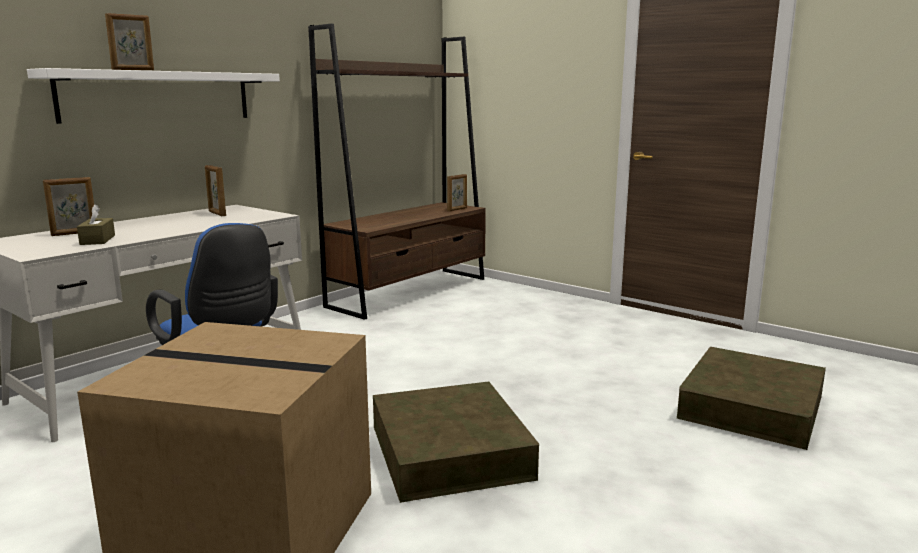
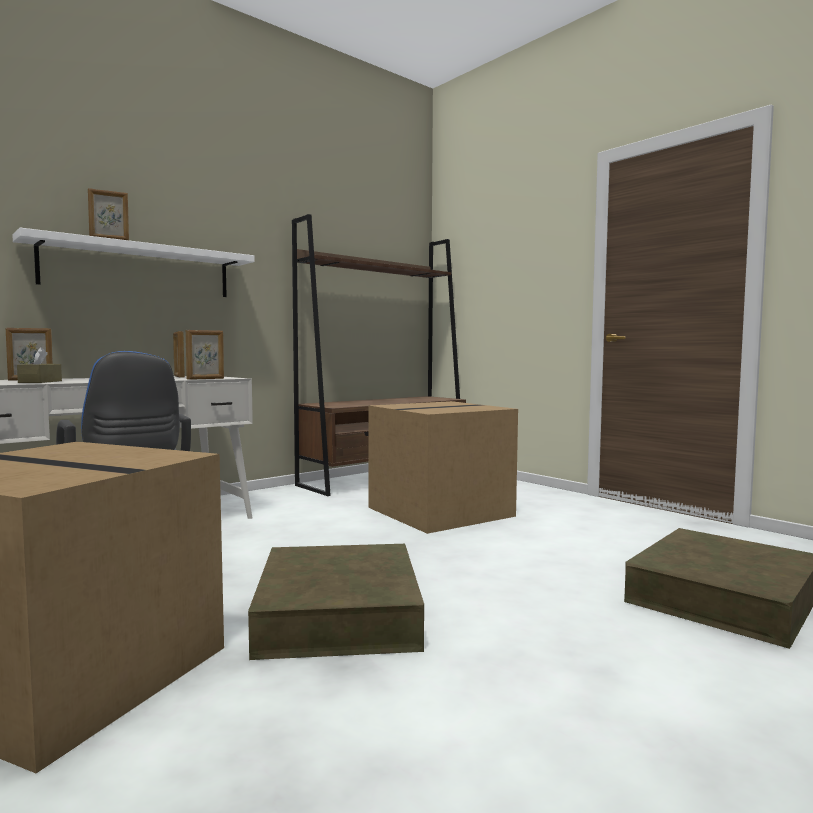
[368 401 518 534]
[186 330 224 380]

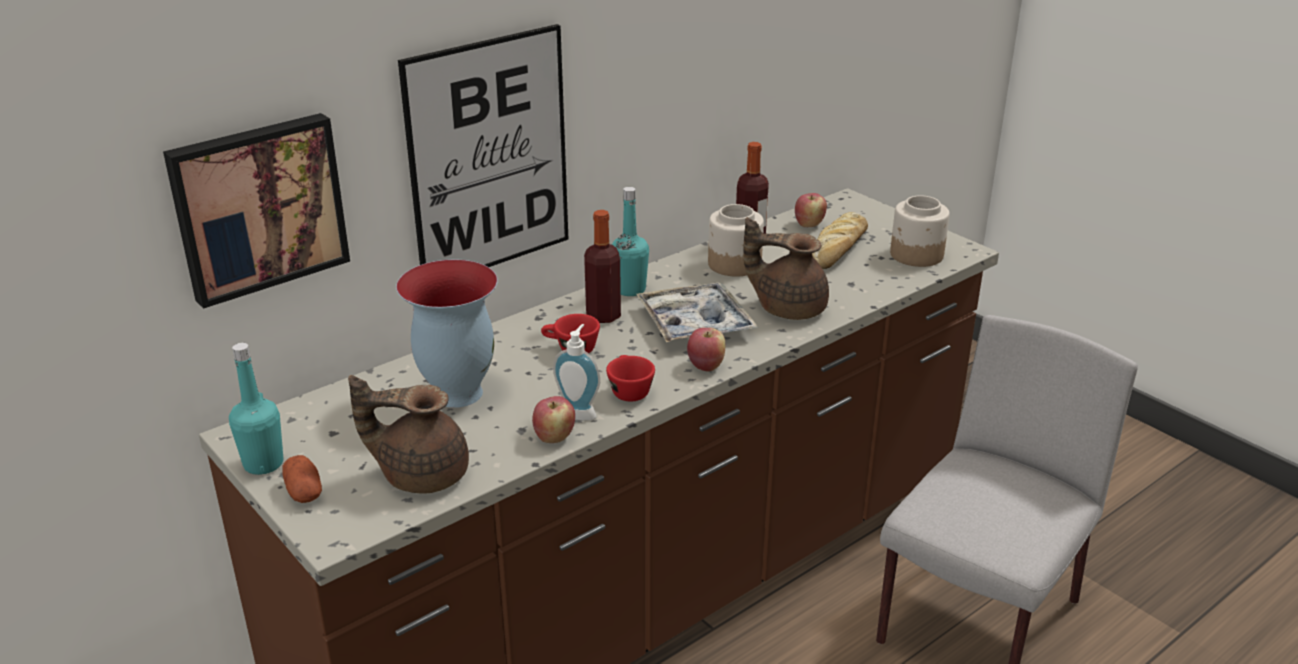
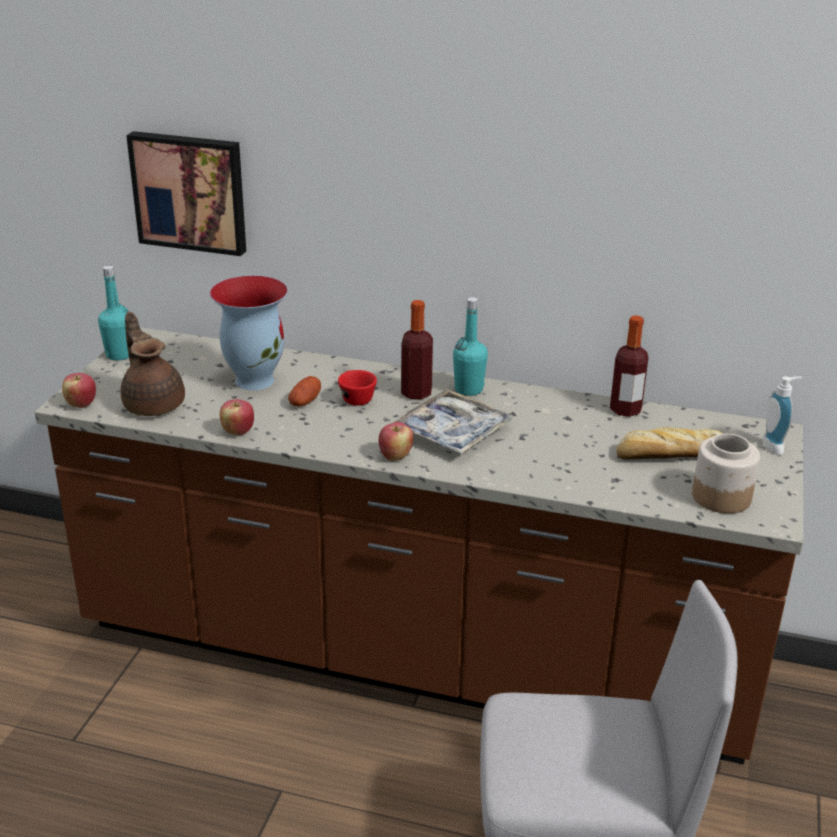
[398 24 568 267] (first image)
[606 355 655 402] (first image)
[708 204 764 277] (first image)
[743 217 829 320] (first image)
[288 376 321 406]
[762 376 802 455]
[62 373 96 408]

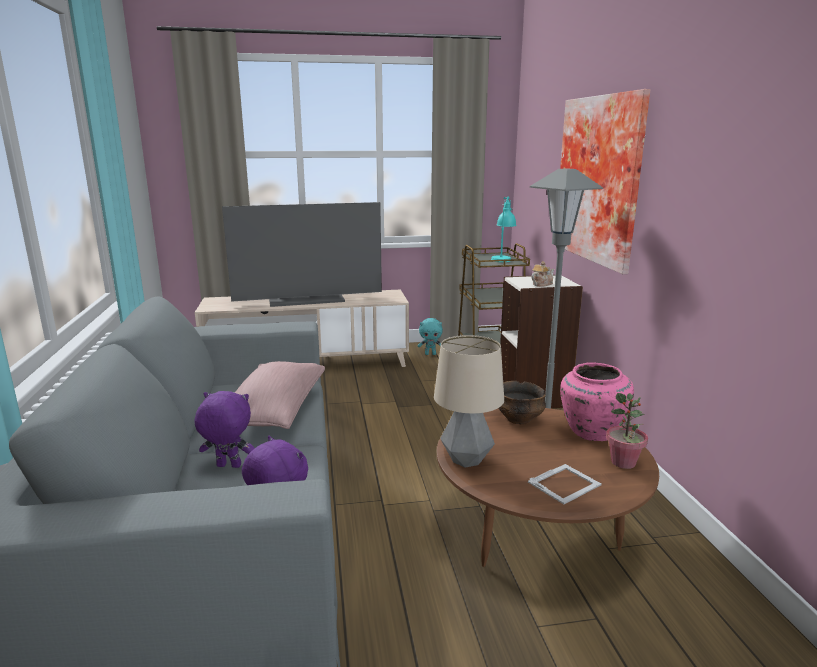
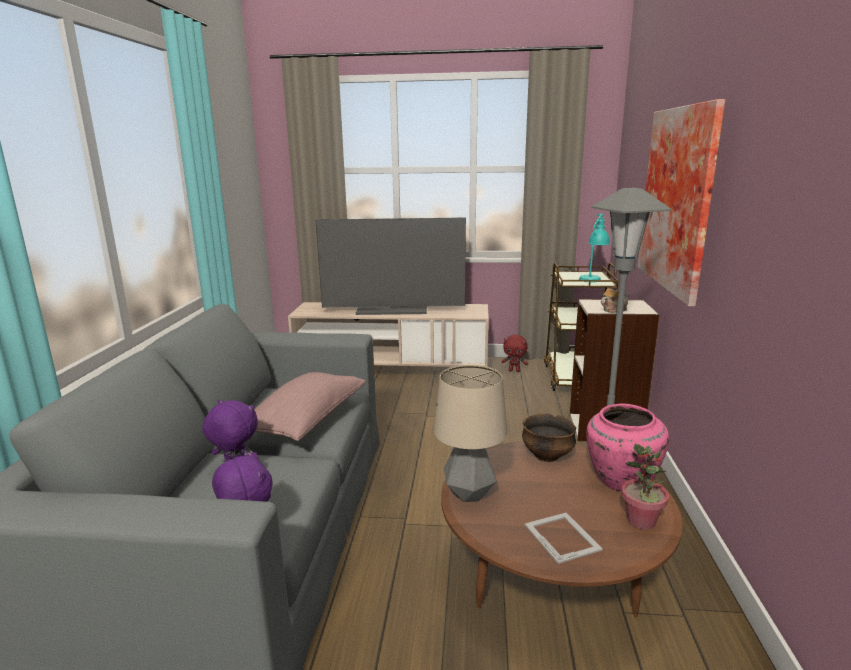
[501 335 528 372]
[525 513 603 564]

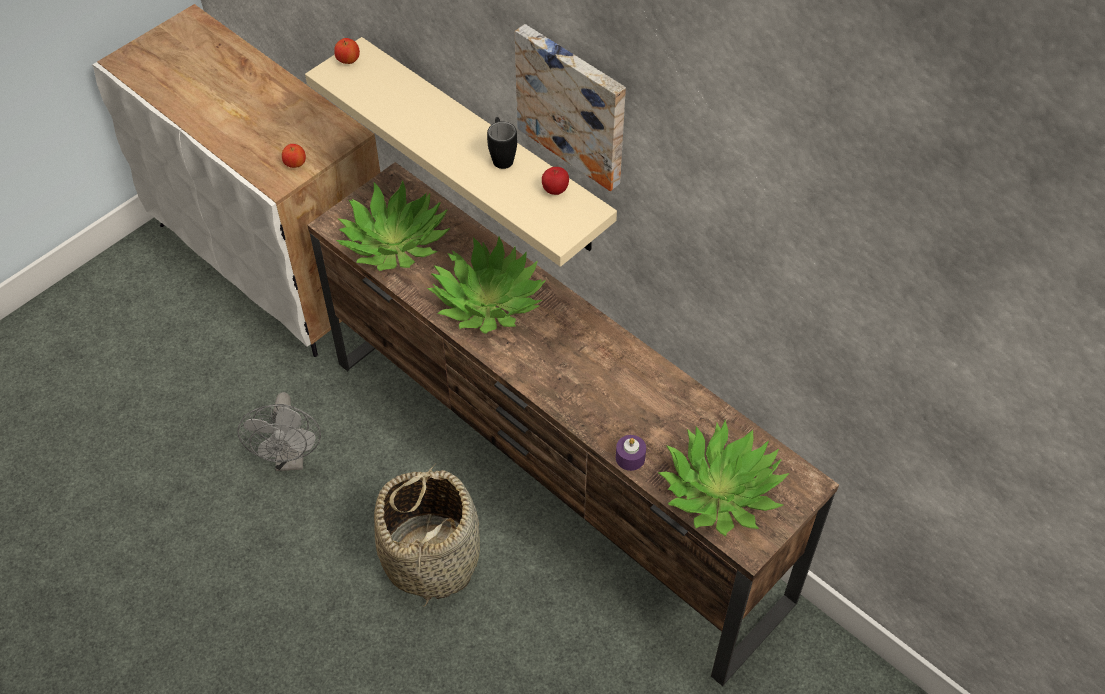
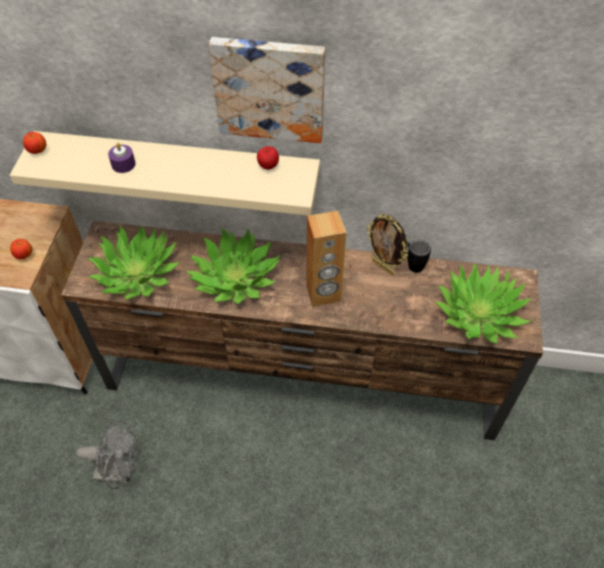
[374 462 480 607] (first image)
[306 211 347 307]
[367 215 408 276]
[407 240 431 273]
[108 143 136 173]
[76 420 138 489]

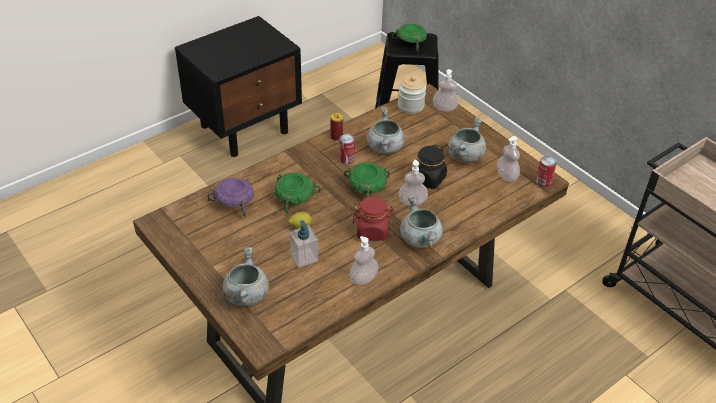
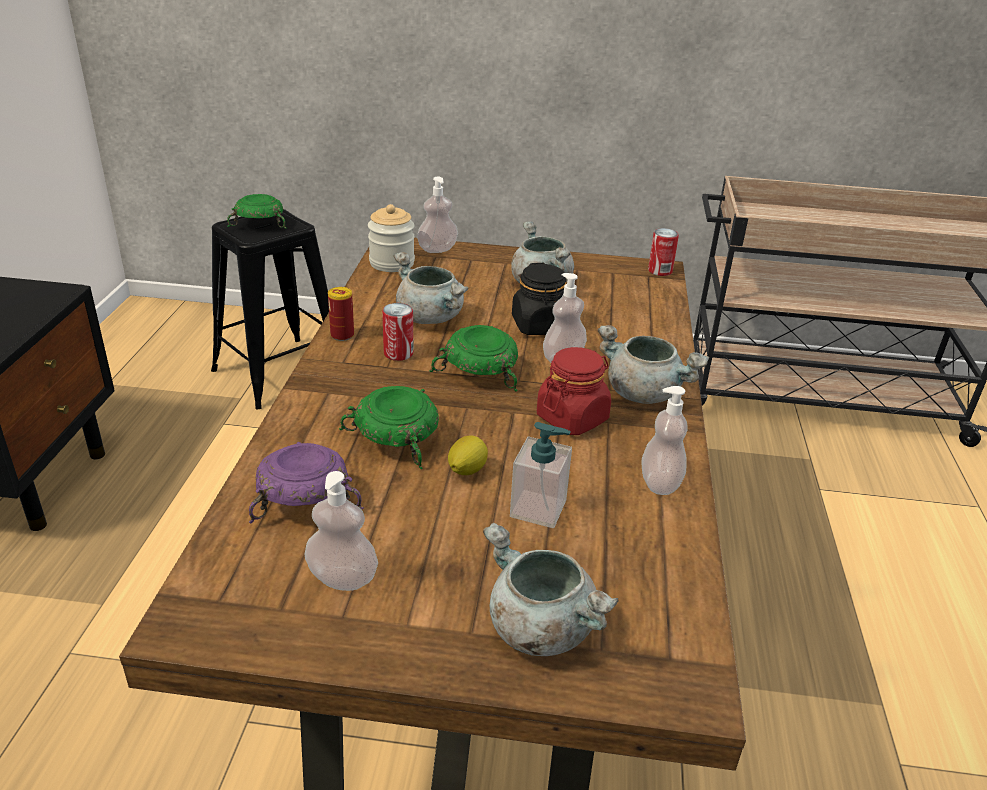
[305 471 378 591]

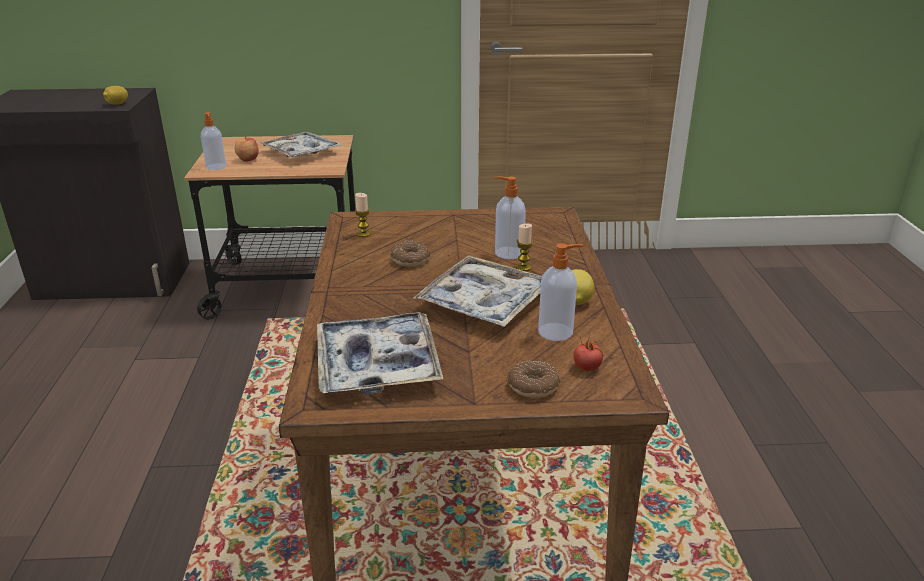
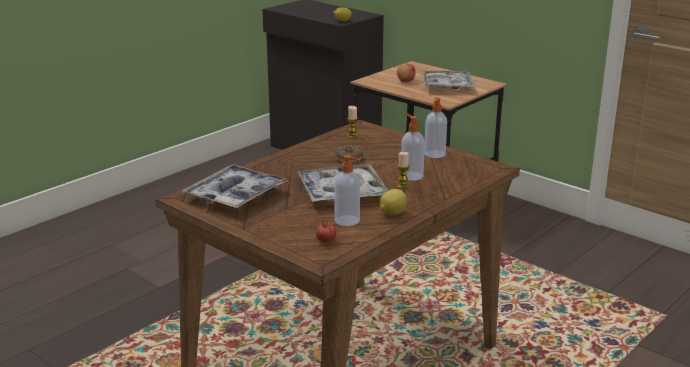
[507 361 560 398] (first image)
[424 97 447 158]

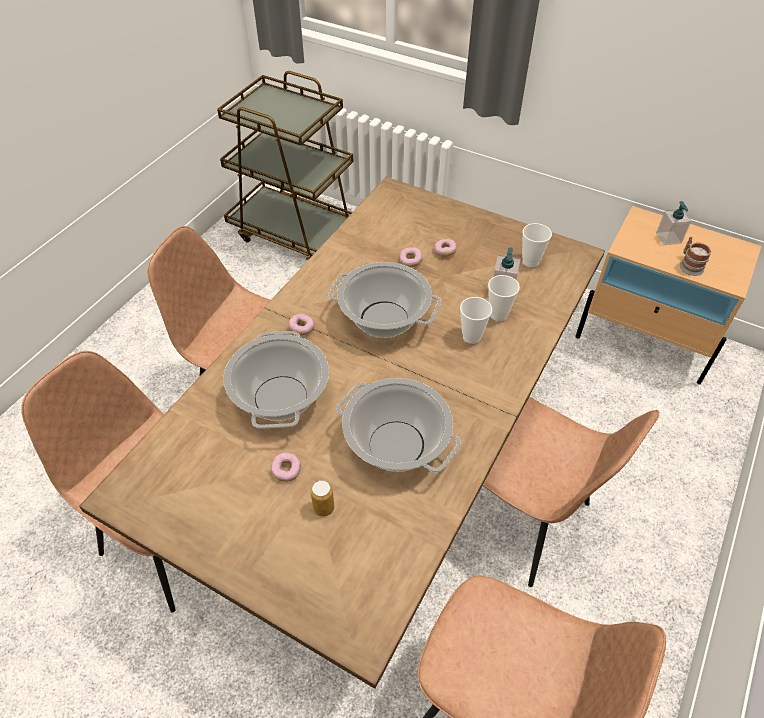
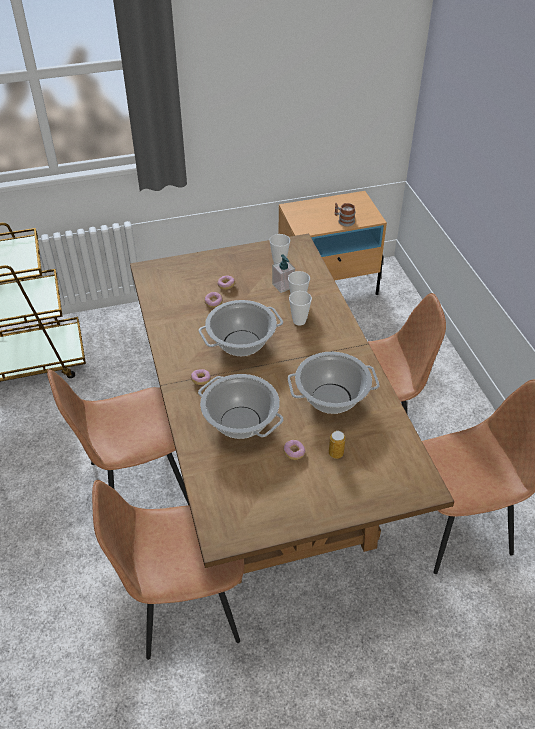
[656 201 691 245] (first image)

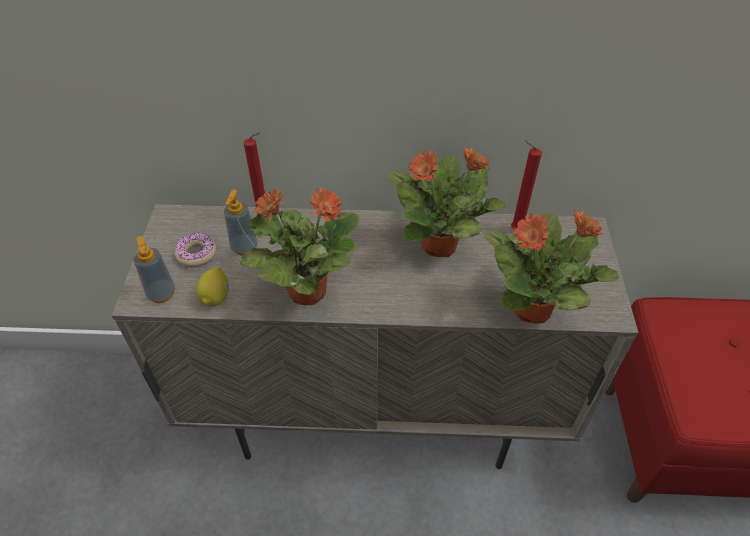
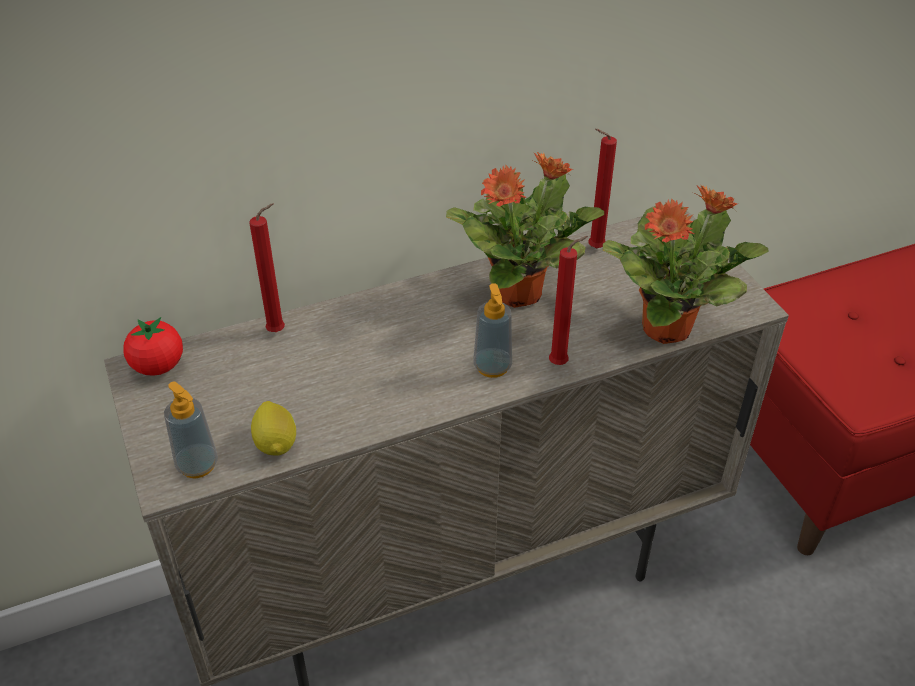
[175 233 216 267] (first image)
[240 187 360 305] (first image)
[123 317 183 376]
[549 236 588 365]
[473 283 512 378]

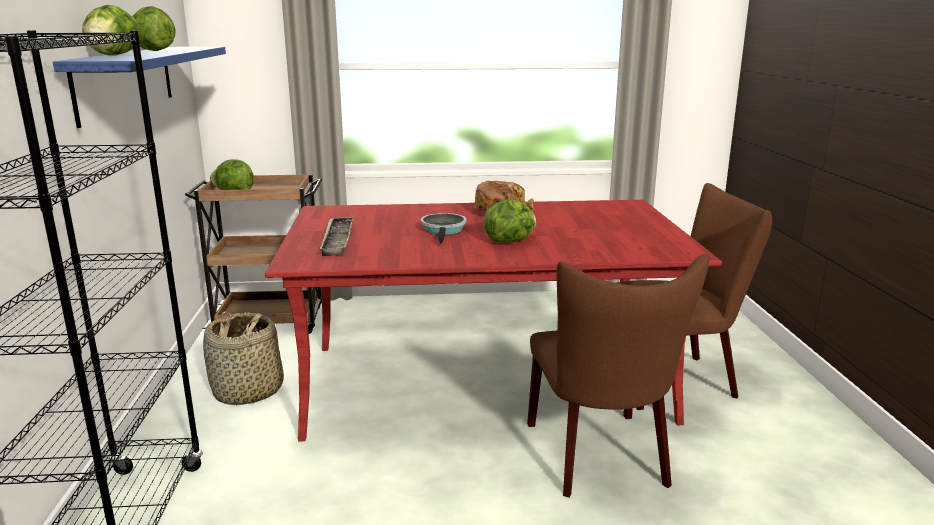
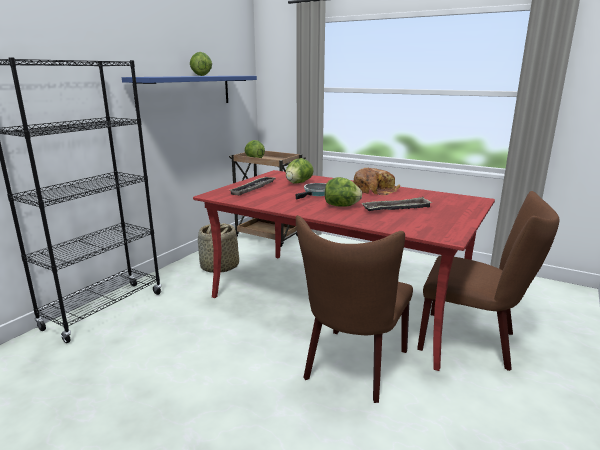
[361 197 432 211]
[285 158 313 184]

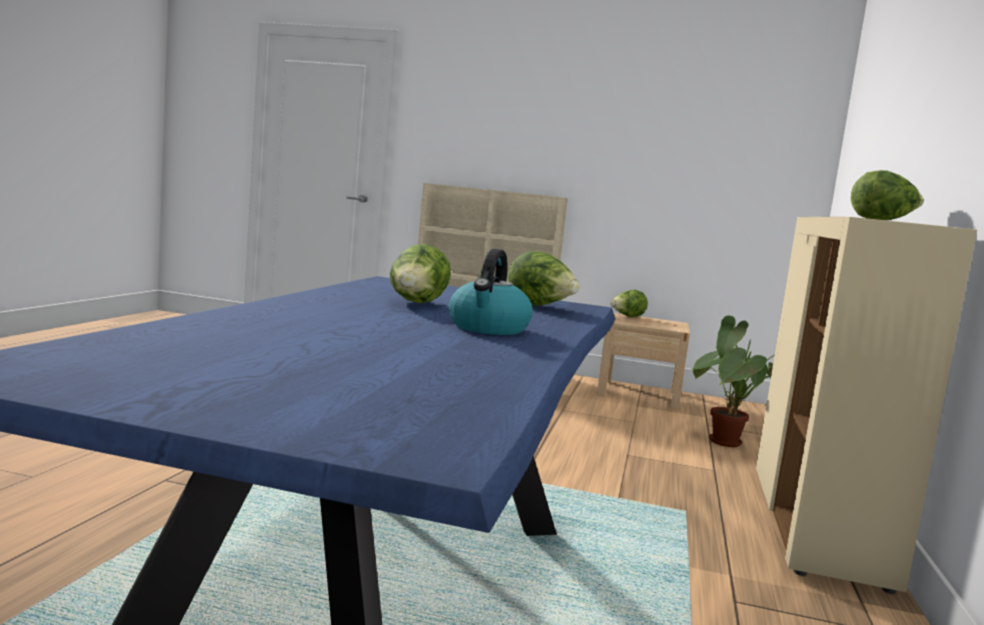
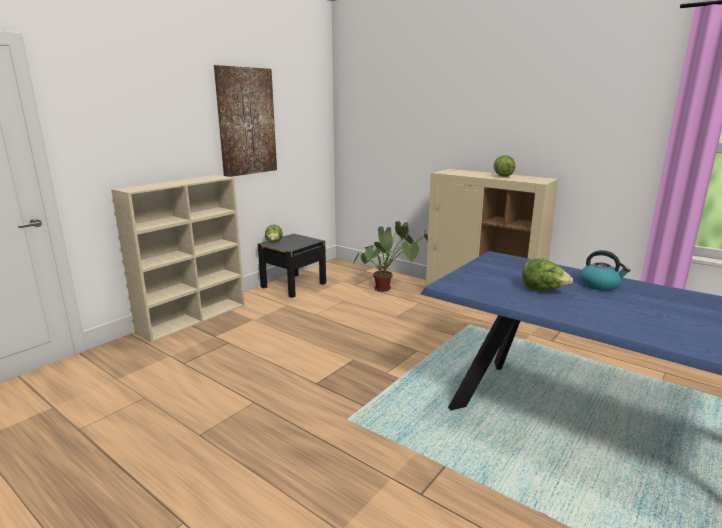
[508 251 580 306] (first image)
[214 65 277 177]
[258 234 326 298]

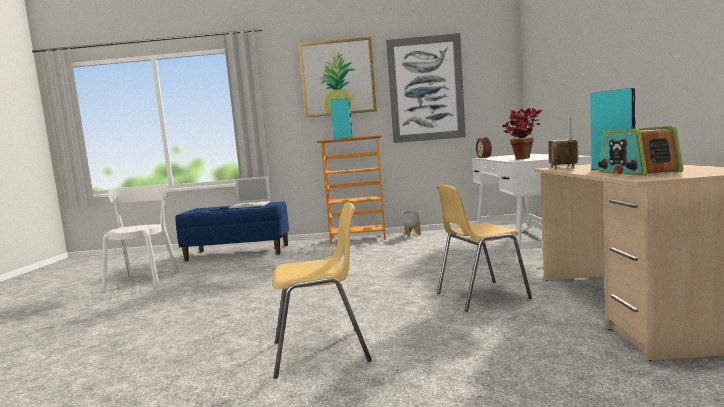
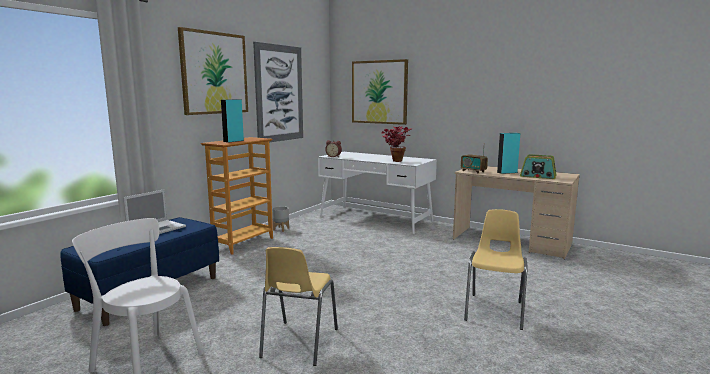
[352 59 408 125]
[259 247 338 366]

